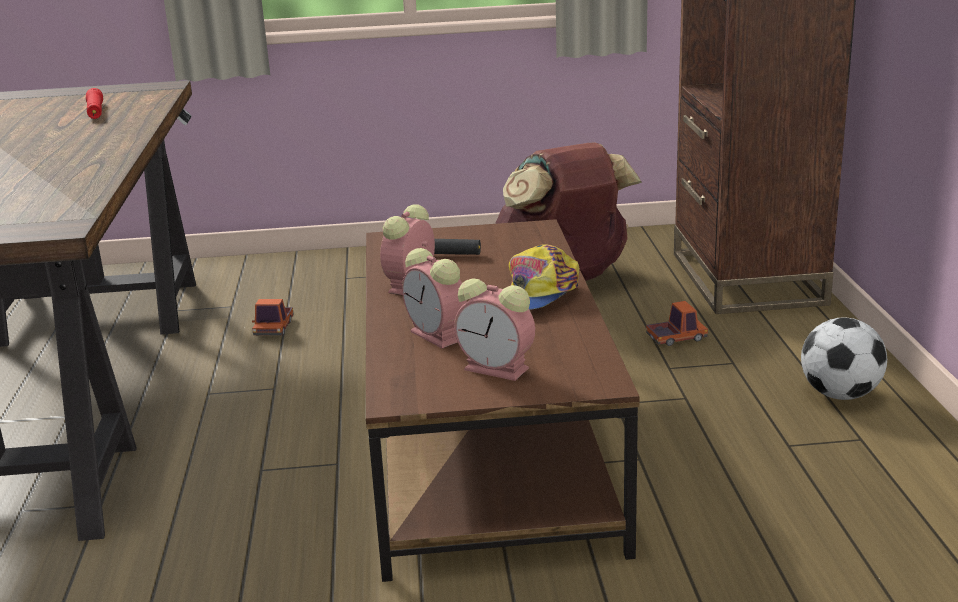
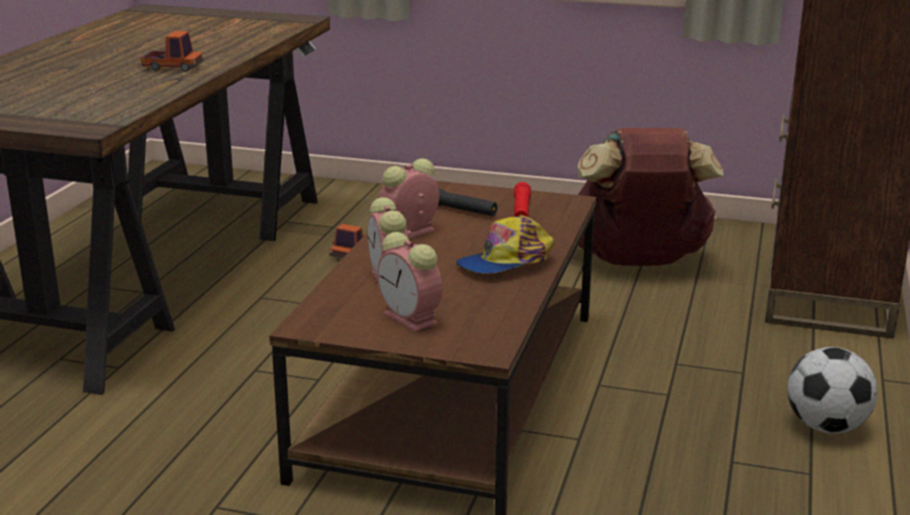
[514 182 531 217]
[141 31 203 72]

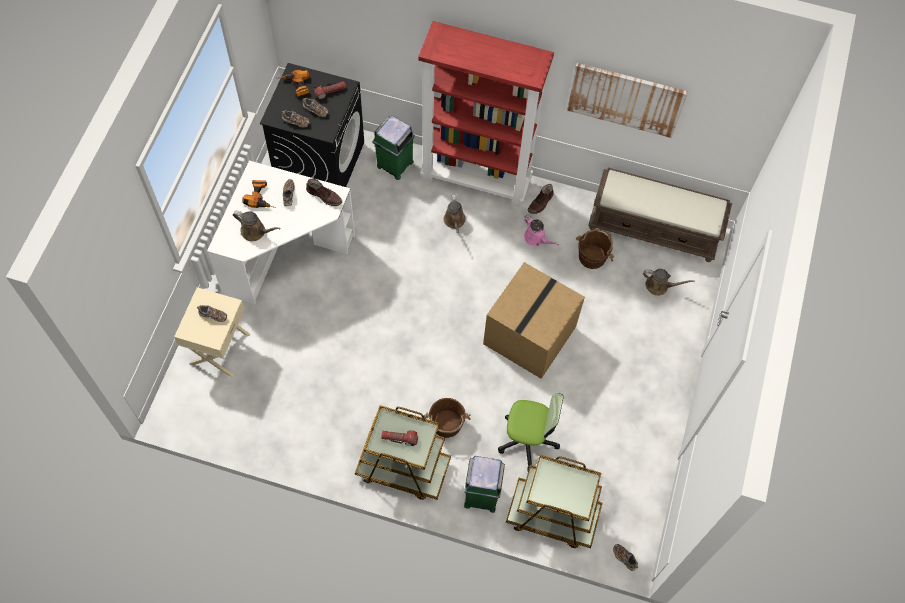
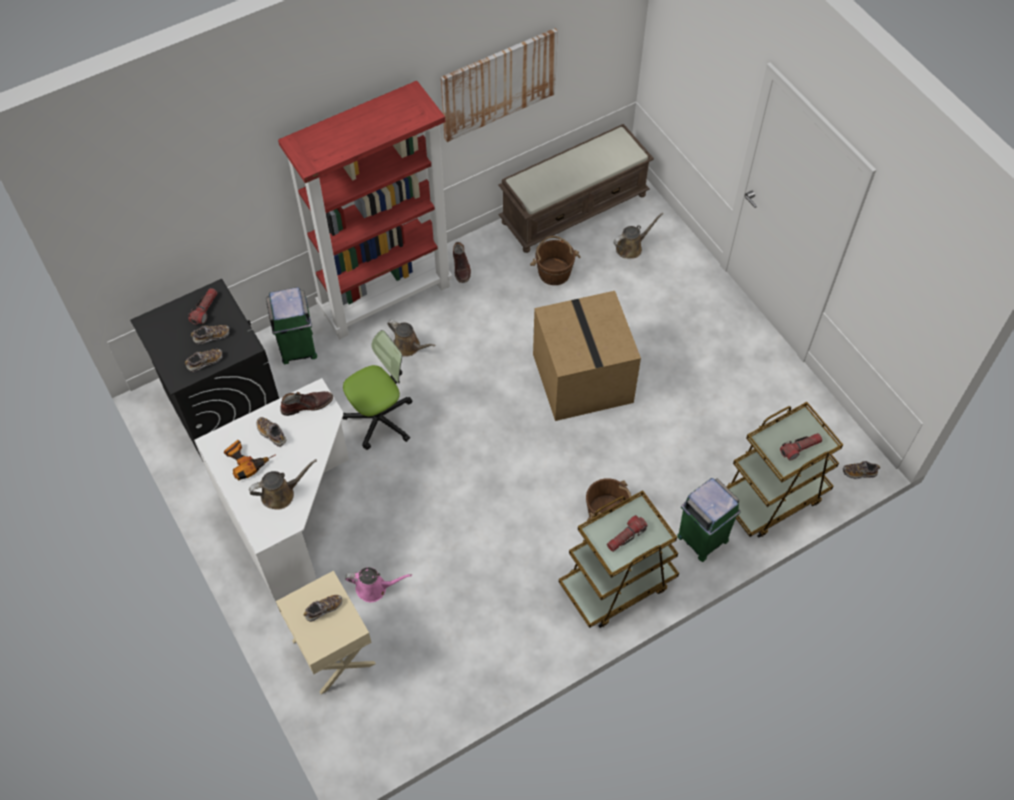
[276 70 310 97] (first image)
[780 433 822 460]
[342 330 413 450]
[345 567 412 602]

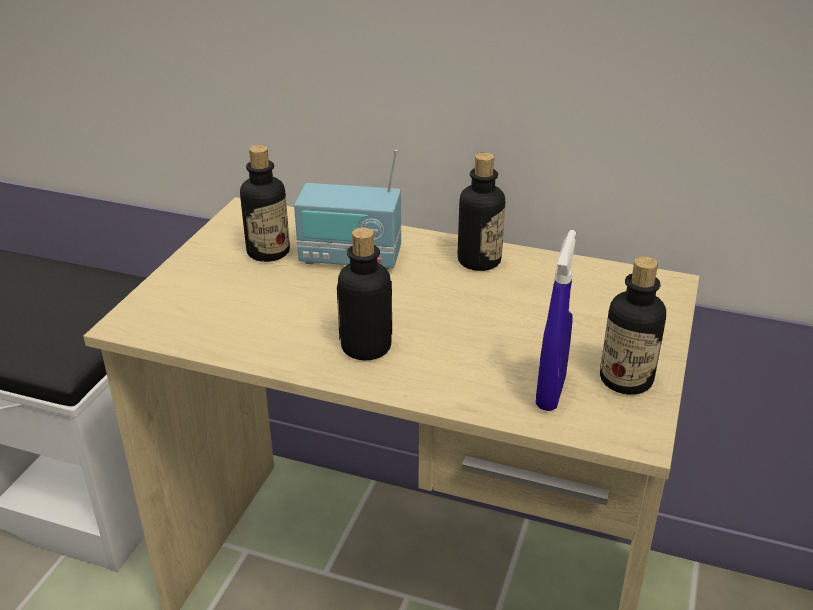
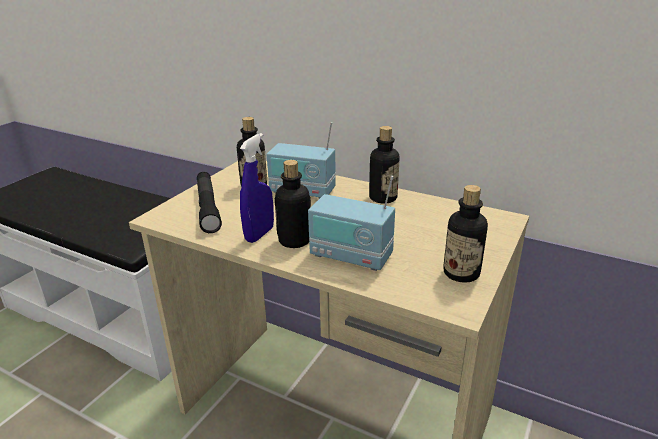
[197 172 222 233]
[308 176 395 271]
[240 133 274 243]

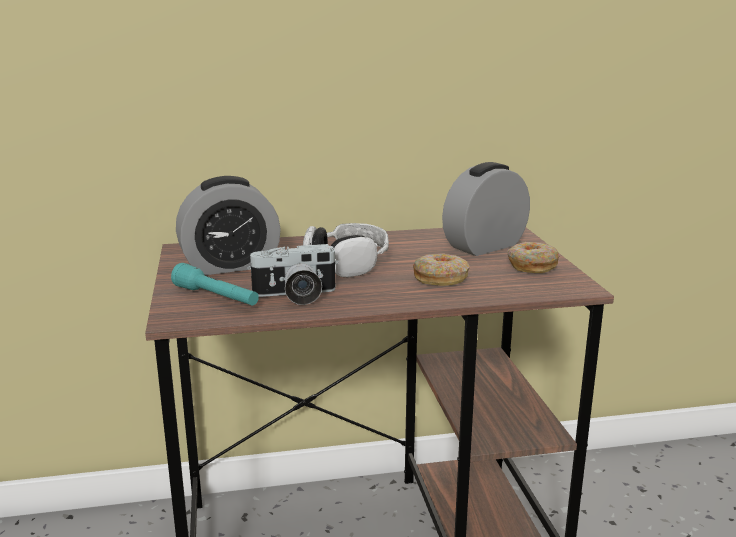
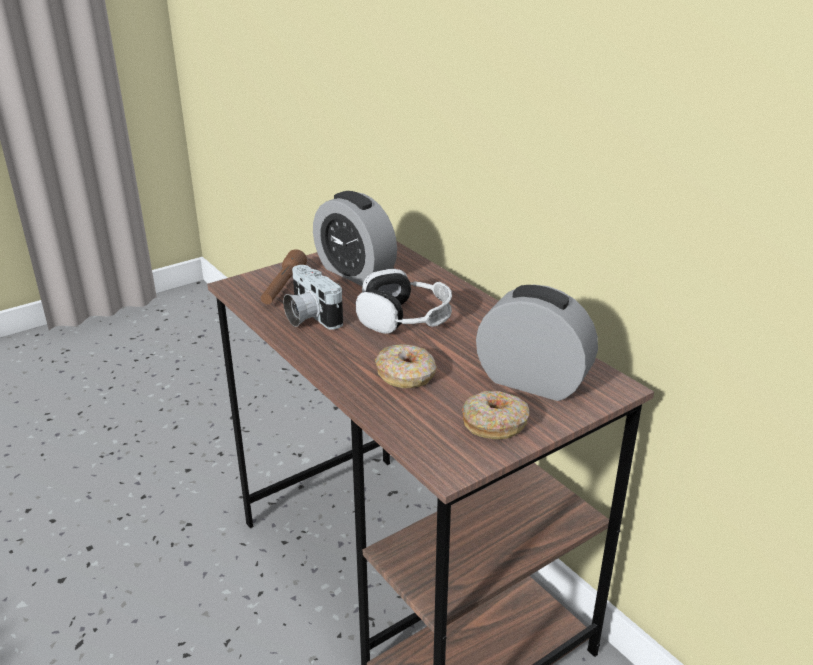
[261 249 307 304]

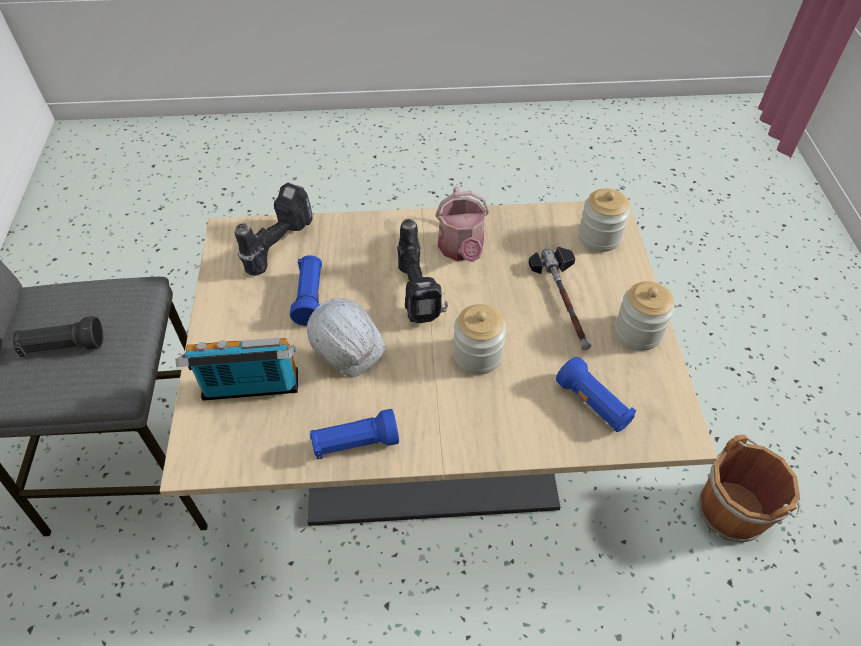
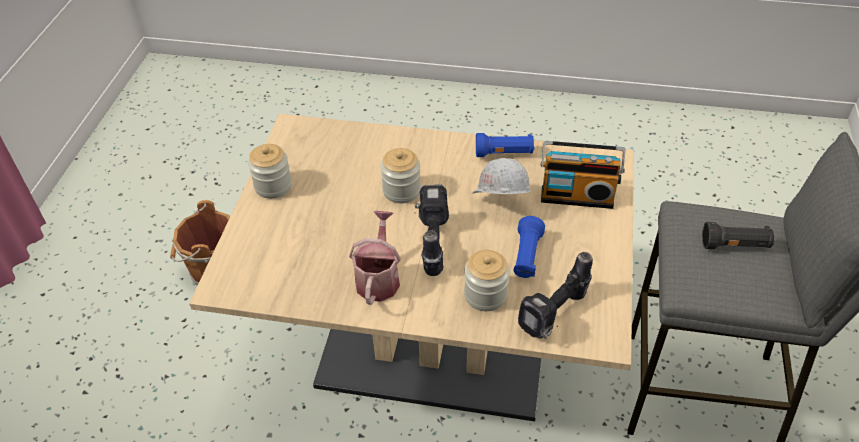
[528 246 591 350] (first image)
[556 357 636 432] (first image)
[464 250 510 311]

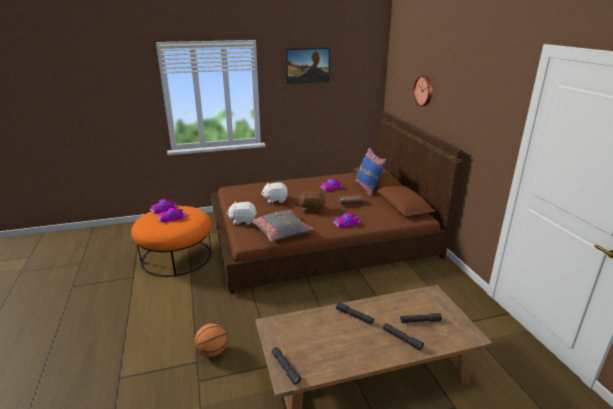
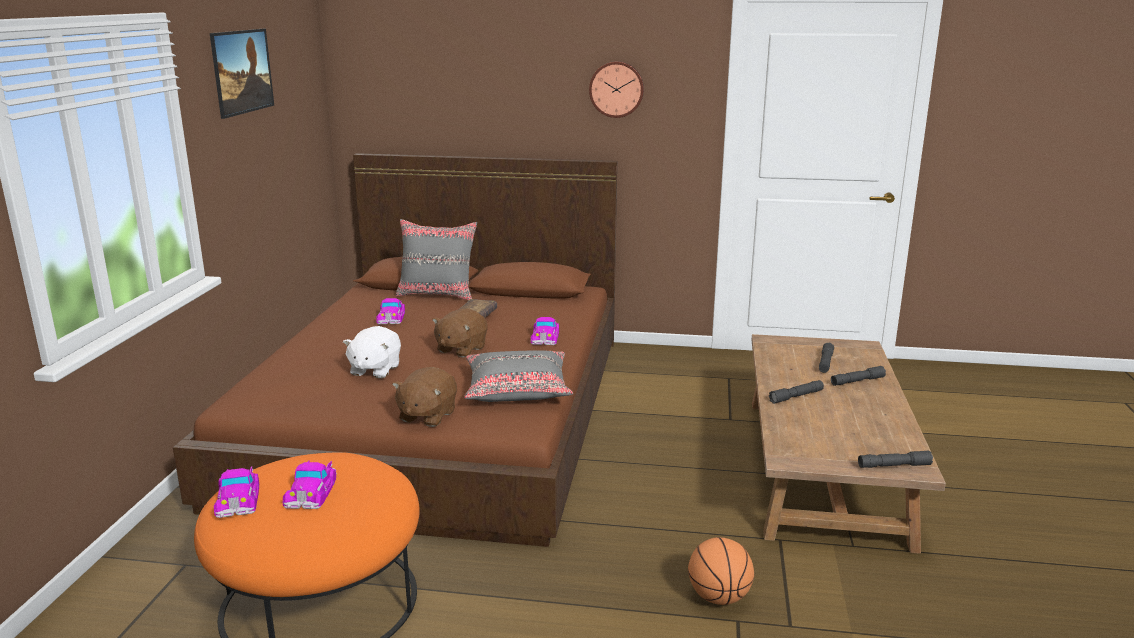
[589 61 644 118]
[392 367 457 427]
[396 219 477 300]

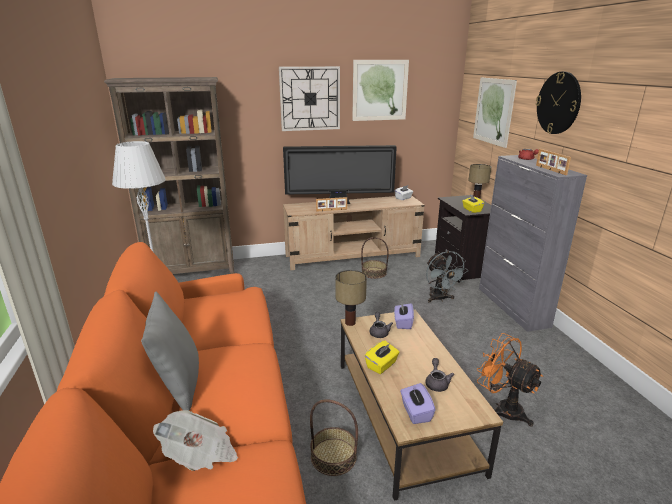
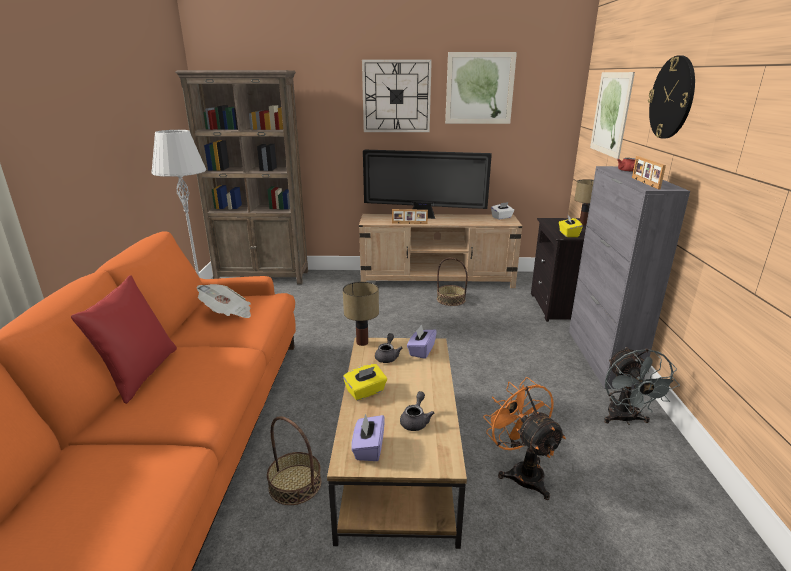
[196 284 251 318]
[604 347 680 425]
[71 275 177 404]

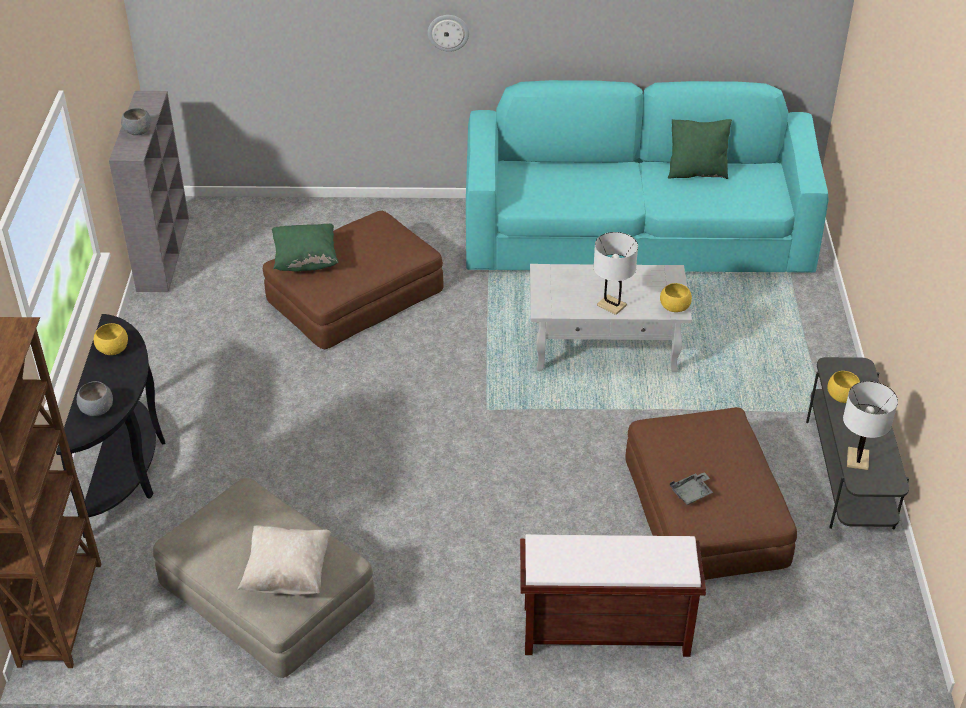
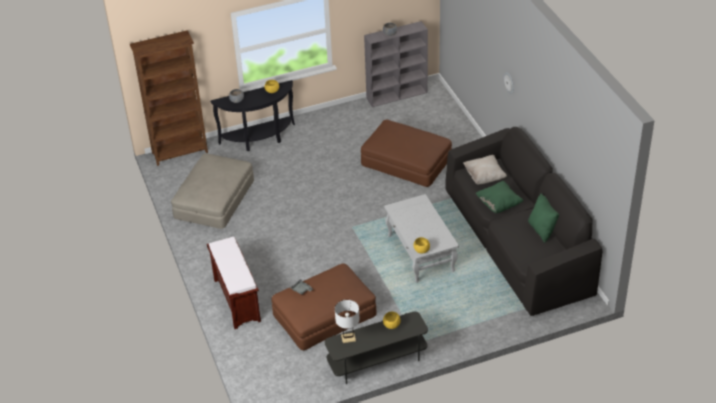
[593 232 638 315] (first image)
[463 155 507 184]
[475 181 523 213]
[445 127 602 316]

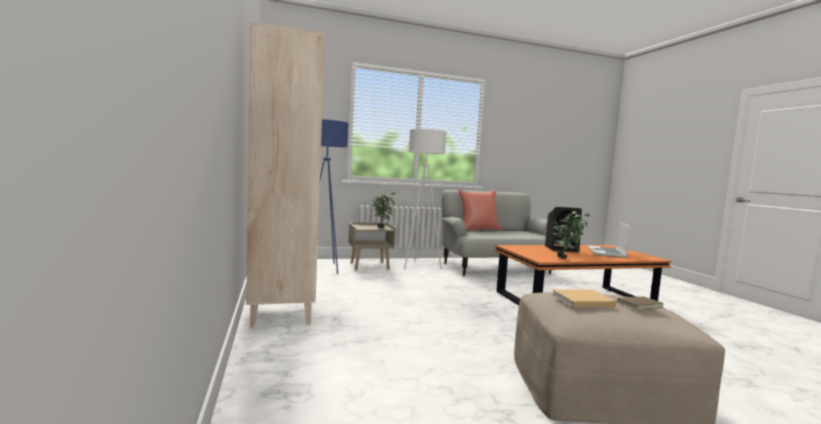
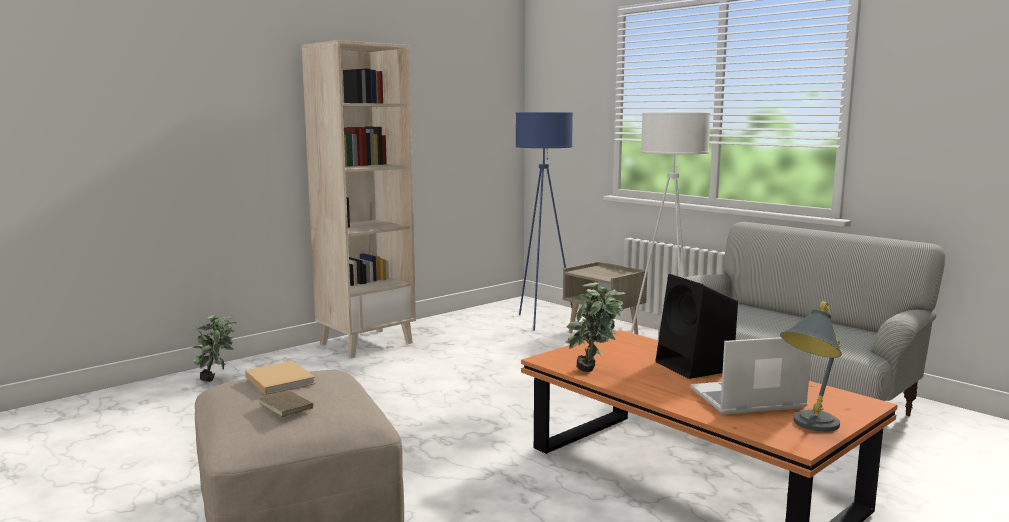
[458 190 502 231] (first image)
[780 301 842 432]
[192 314 236 382]

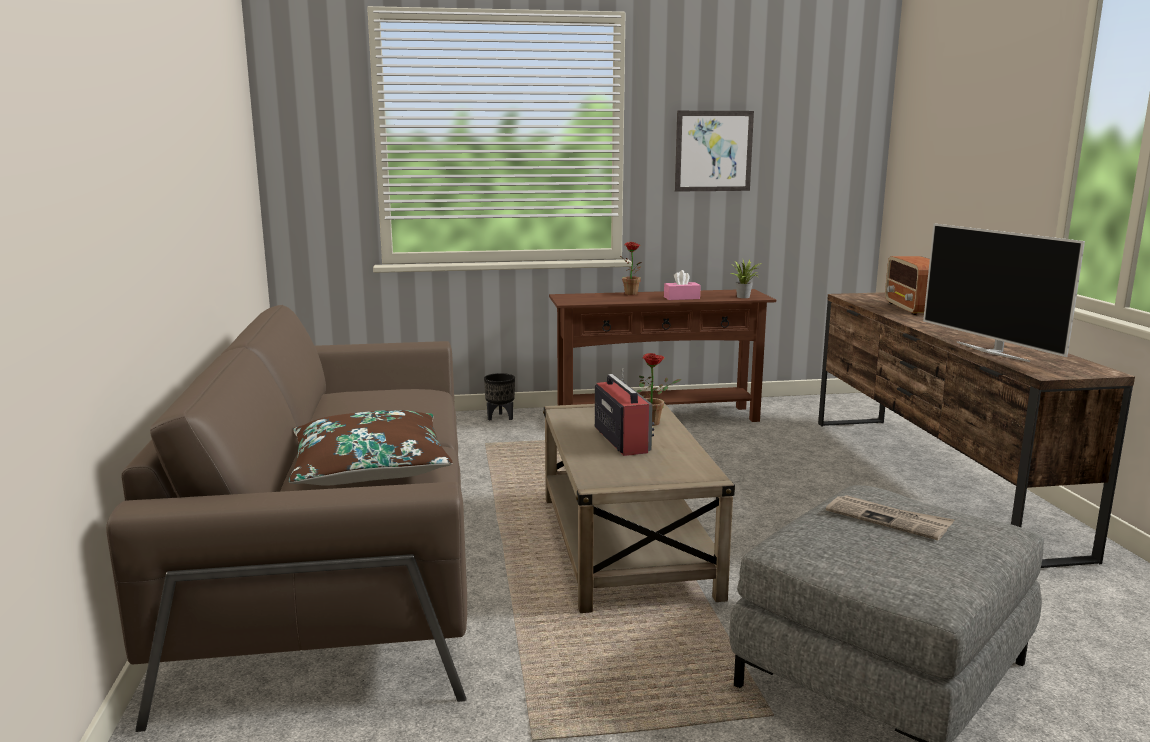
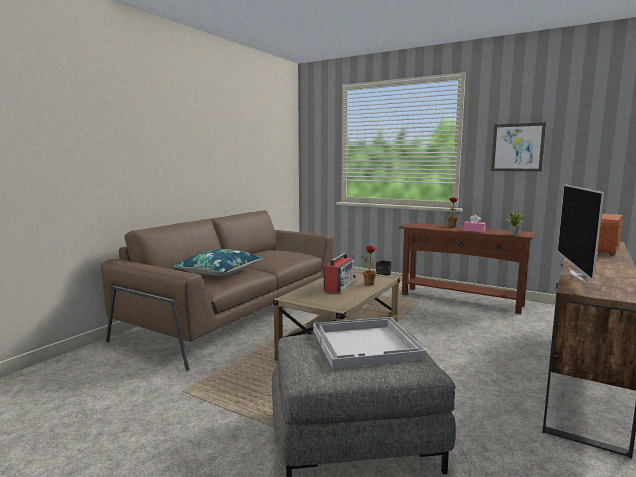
[313 317 427 369]
[173 249 263 276]

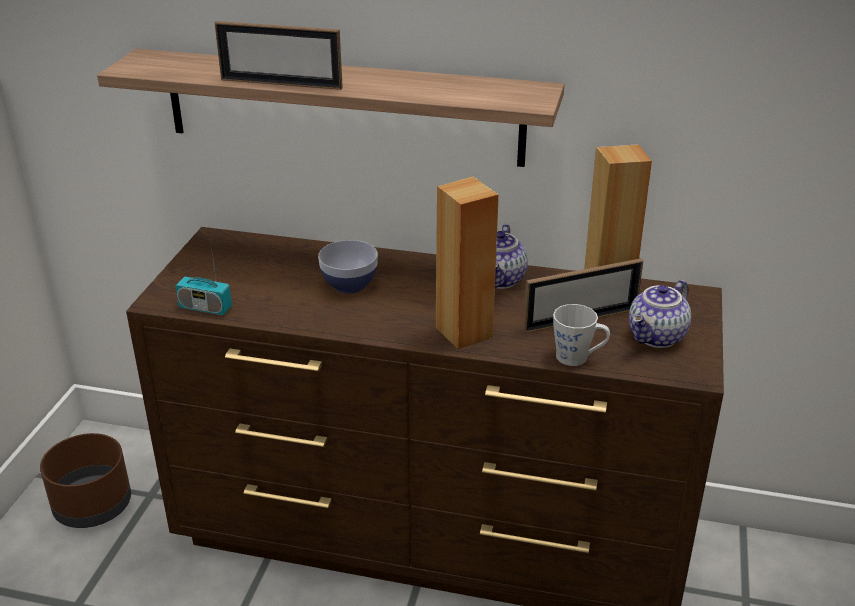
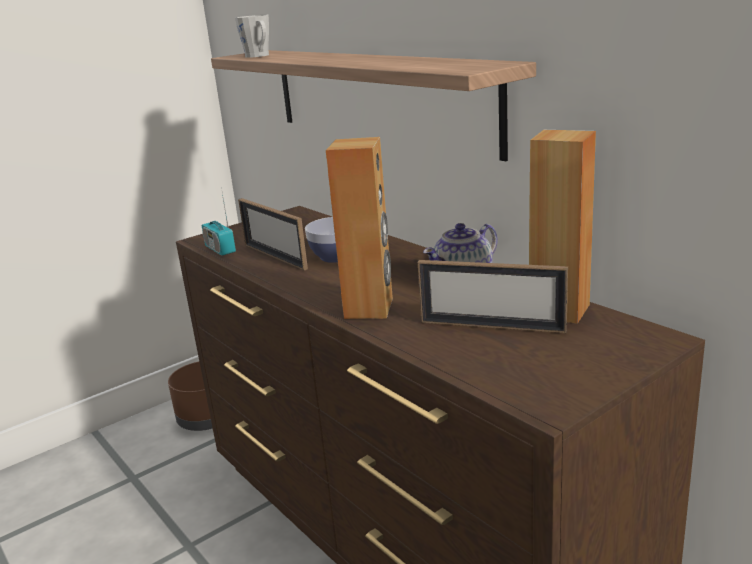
[629 280 691 348] (first image)
[238 198 308 270]
[235 15 269 58]

